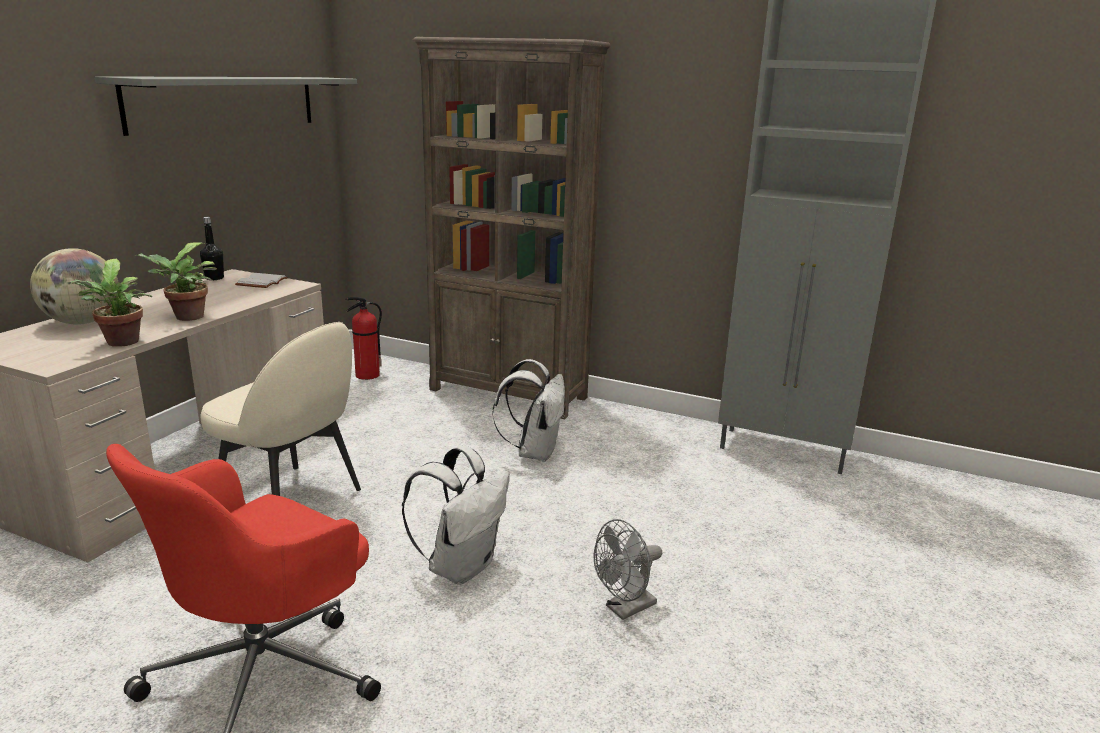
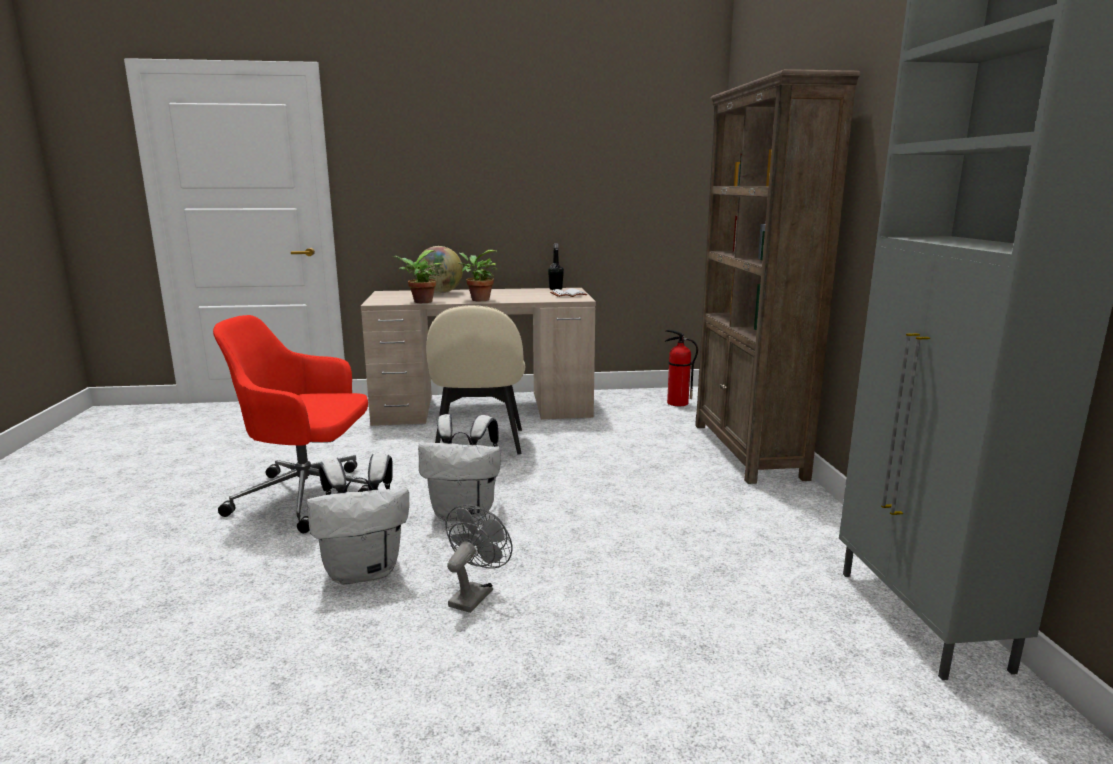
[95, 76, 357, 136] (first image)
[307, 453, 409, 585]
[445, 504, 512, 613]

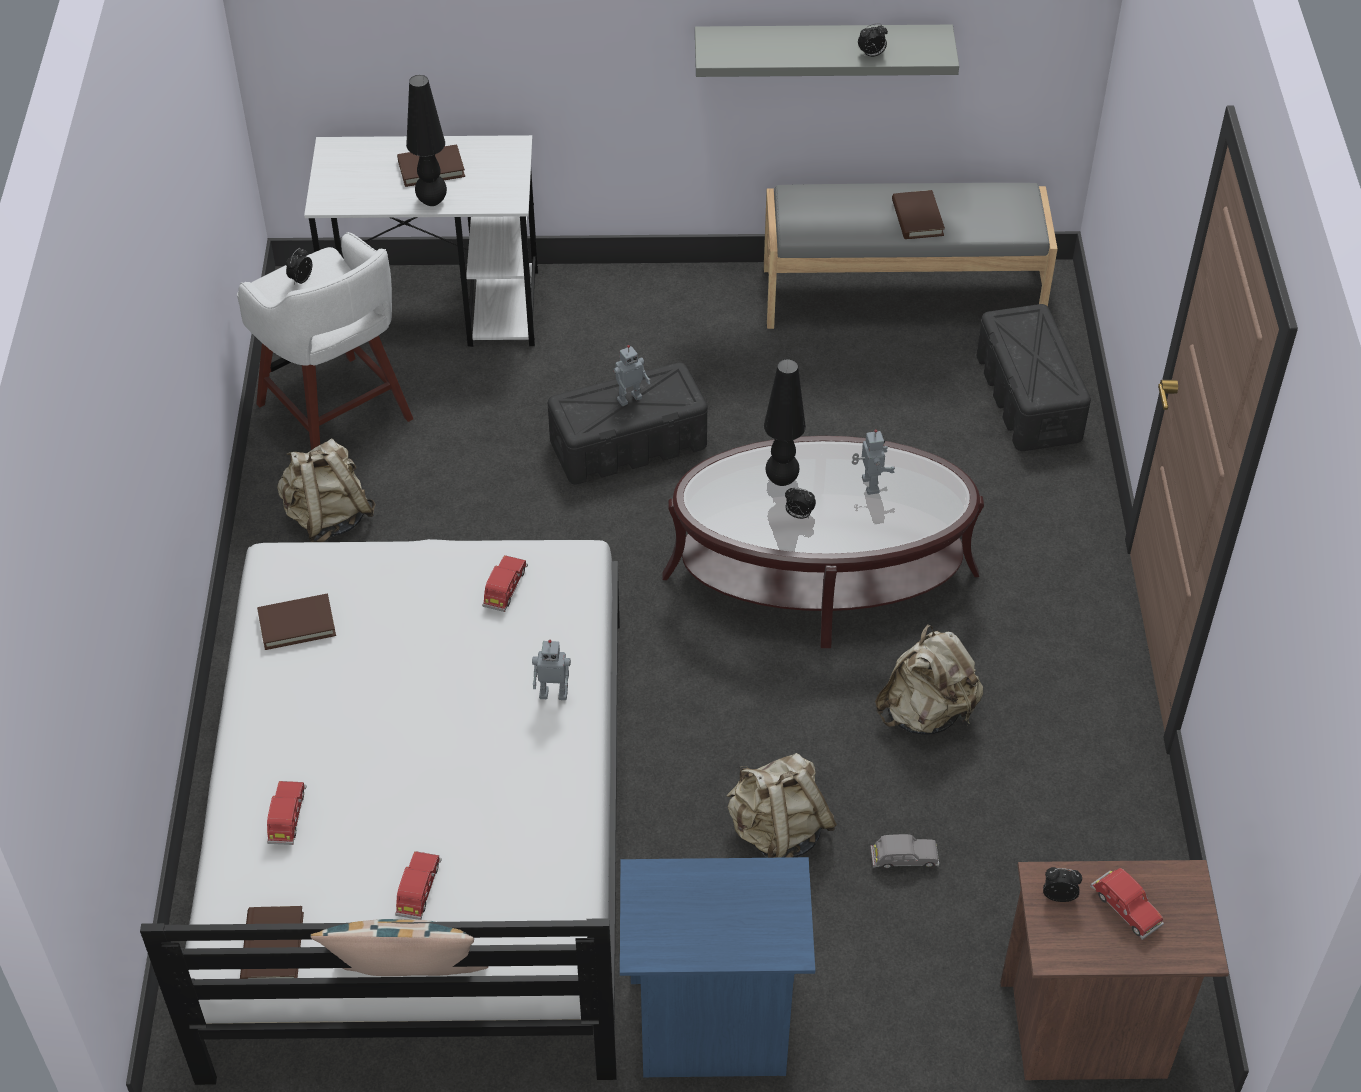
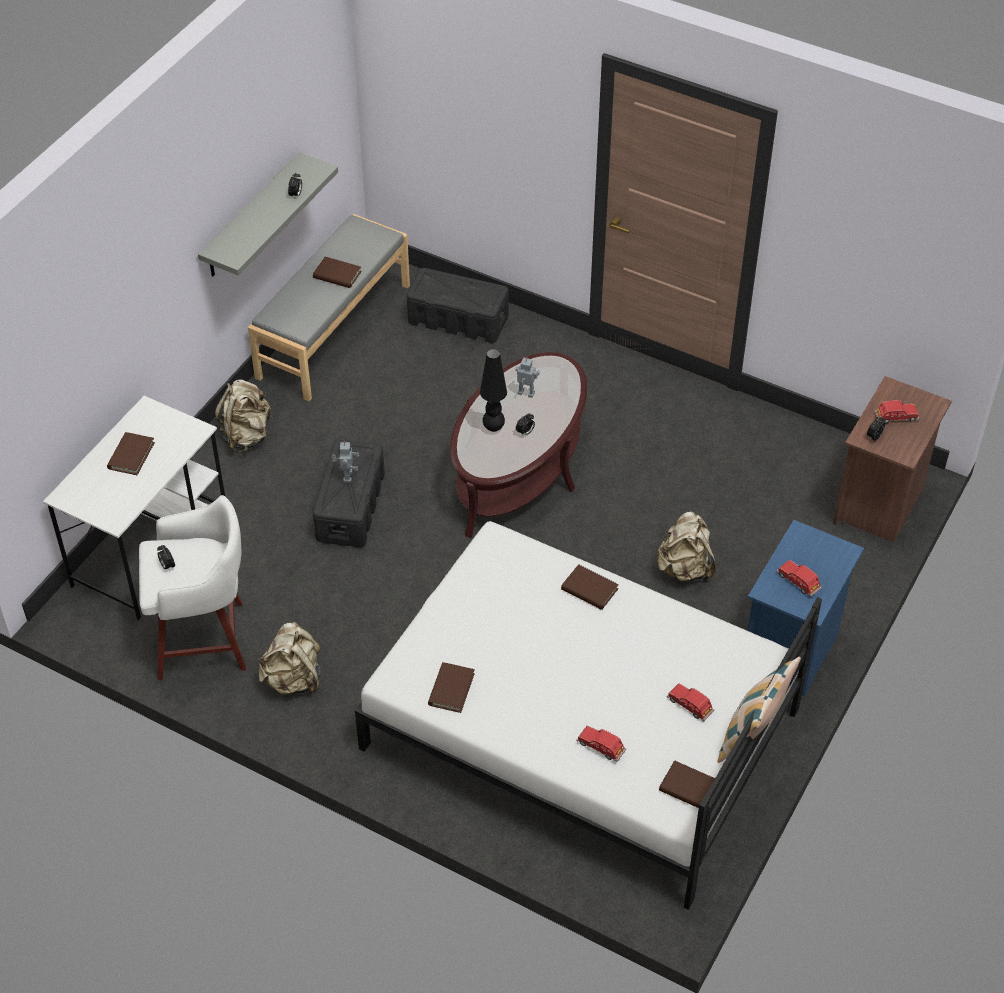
[406, 75, 447, 206] (first image)
[777, 560, 822, 597]
[561, 564, 619, 610]
[870, 834, 939, 869] (first image)
[215, 380, 273, 453]

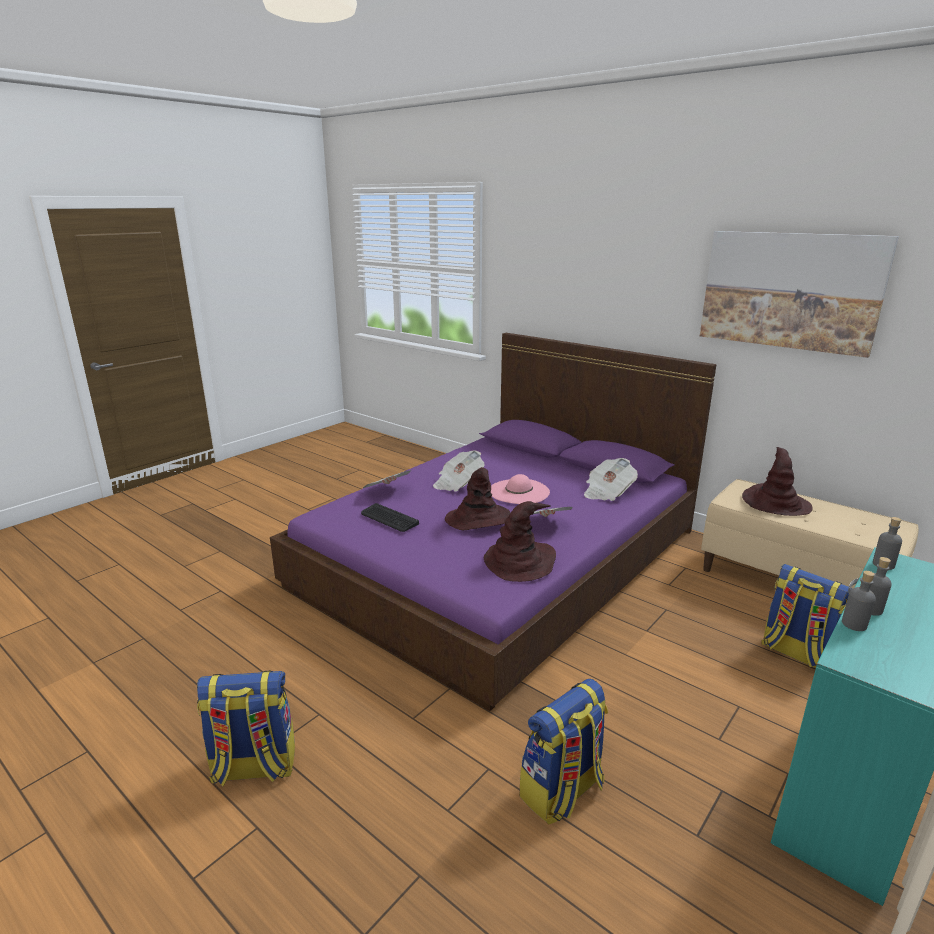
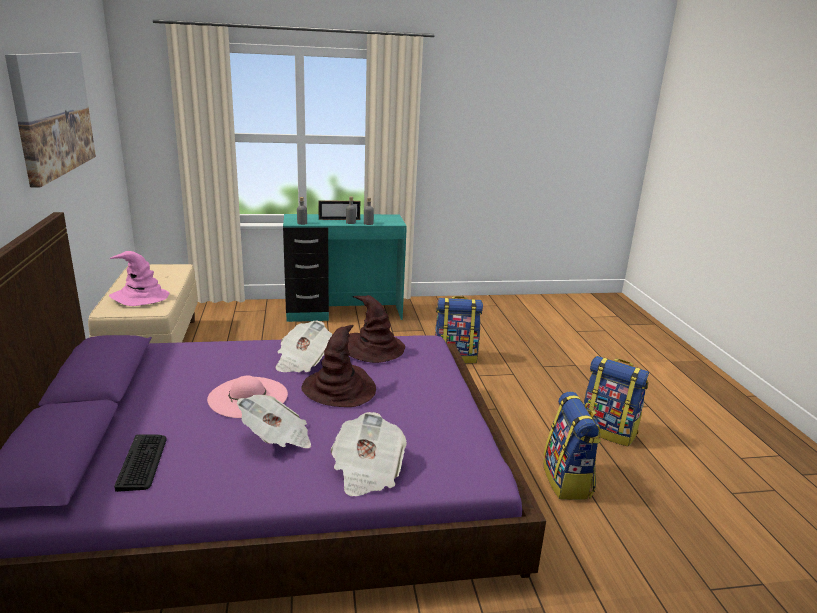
[114, 434, 167, 492]
[584, 458, 638, 501] (first image)
[109, 251, 169, 306]
[543, 392, 601, 500]
[318, 200, 360, 220]

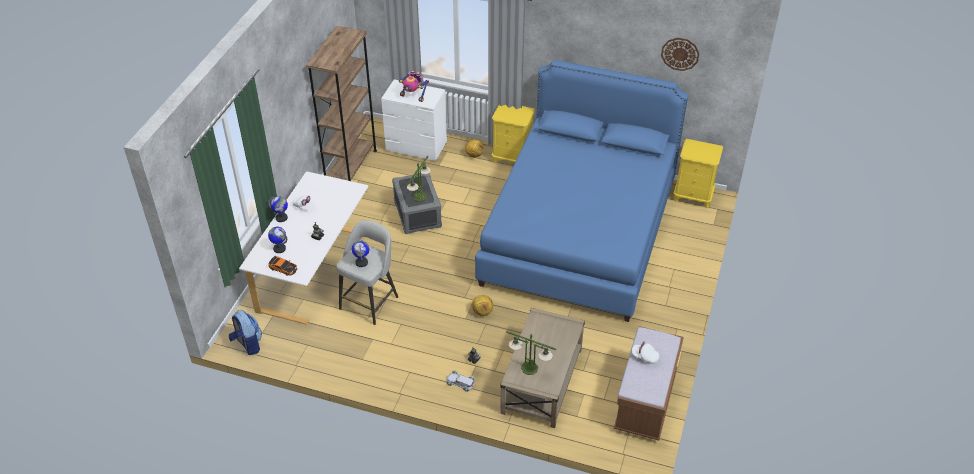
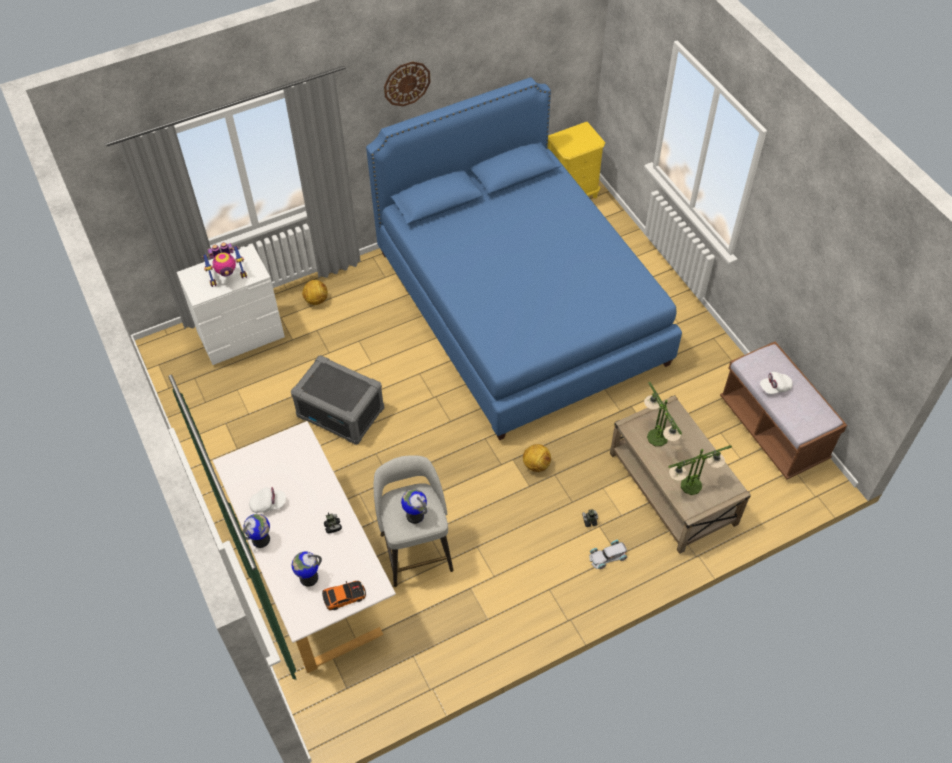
[229, 310, 262, 355] (first image)
[306, 26, 377, 181] (first image)
[644, 382, 682, 446]
[492, 105, 535, 163] (first image)
[384, 62, 431, 106]

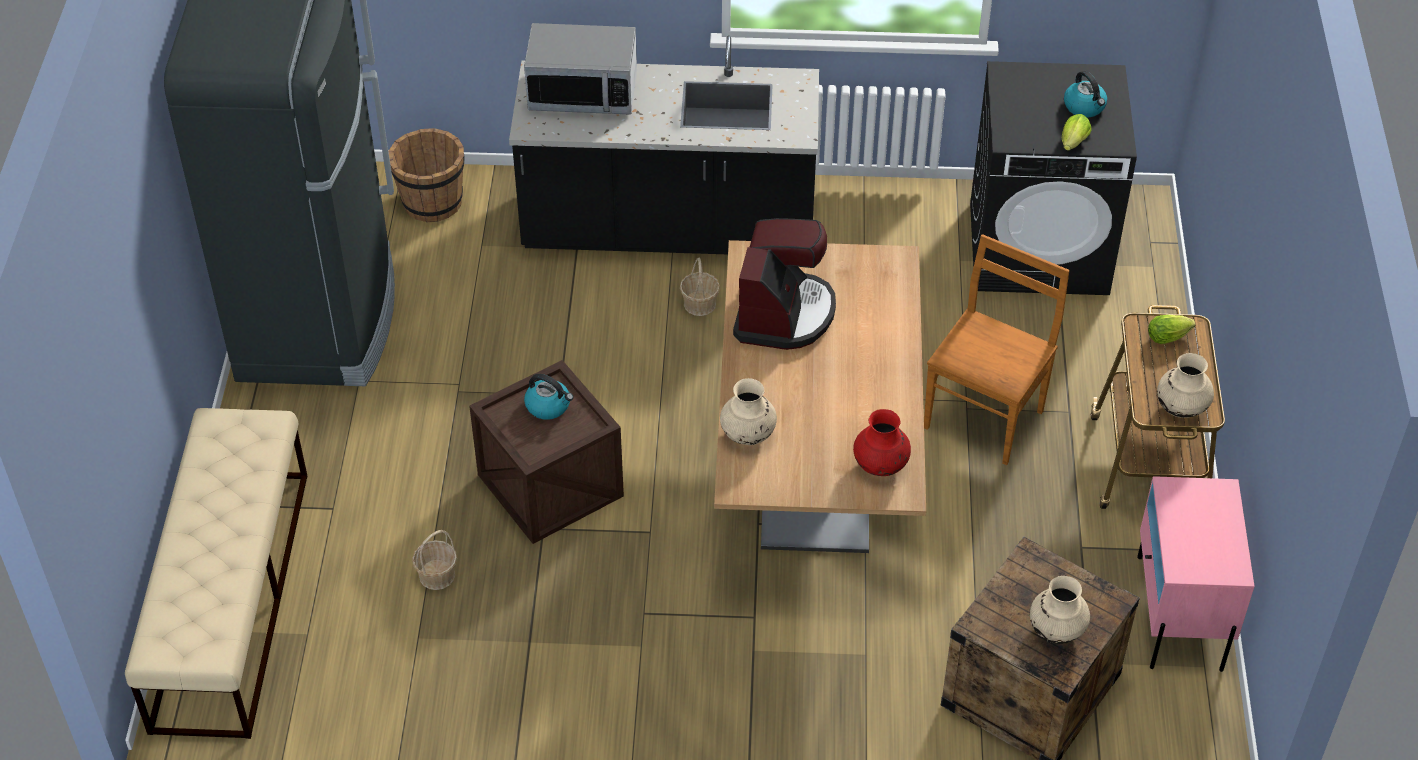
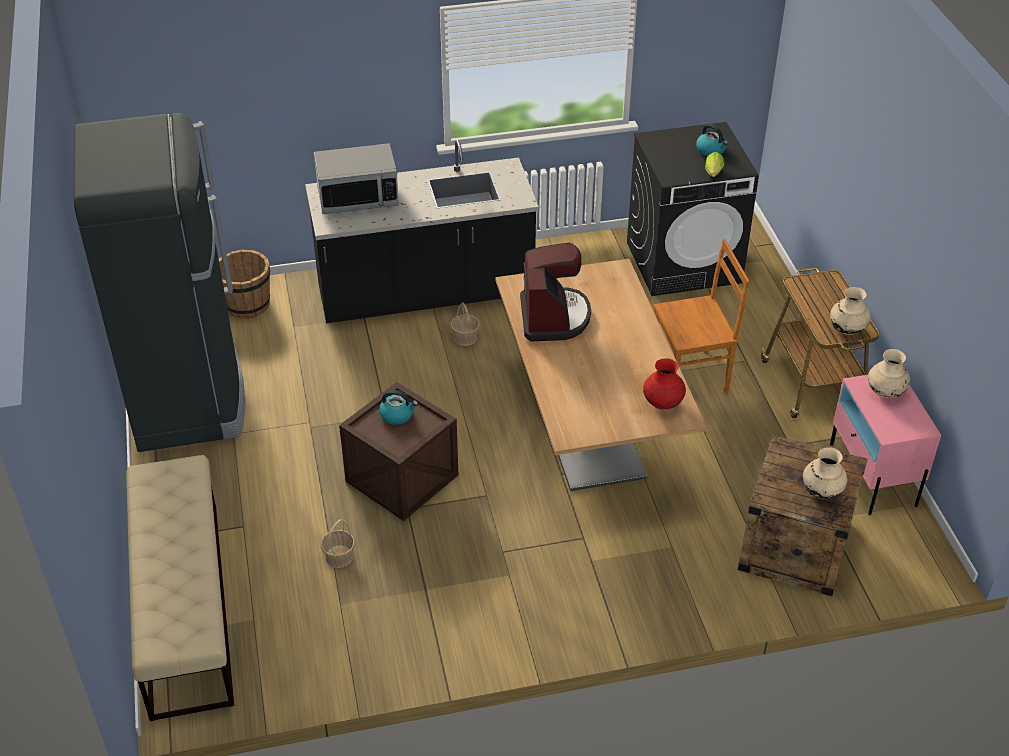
[868, 349, 910, 398]
[654, 239, 750, 393]
[1148, 315, 1195, 344] (first image)

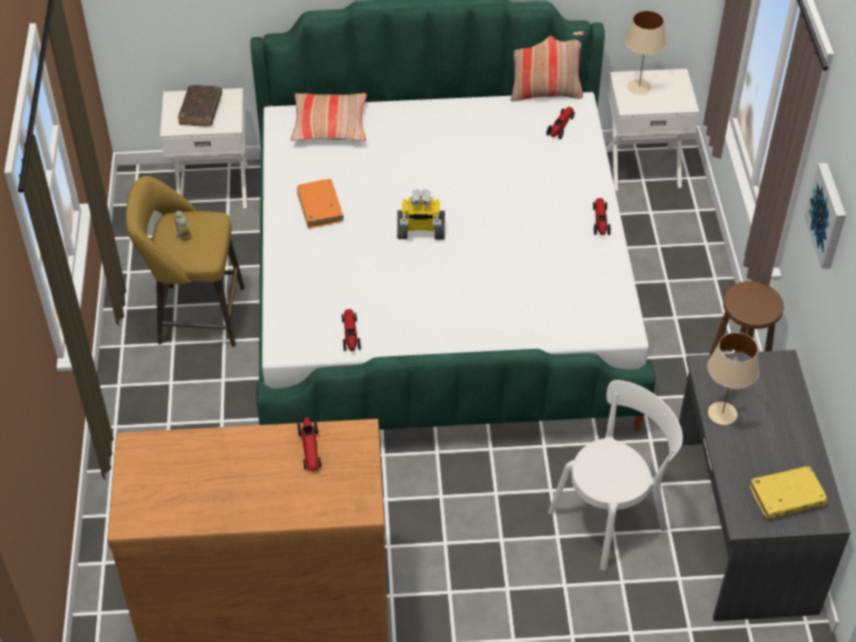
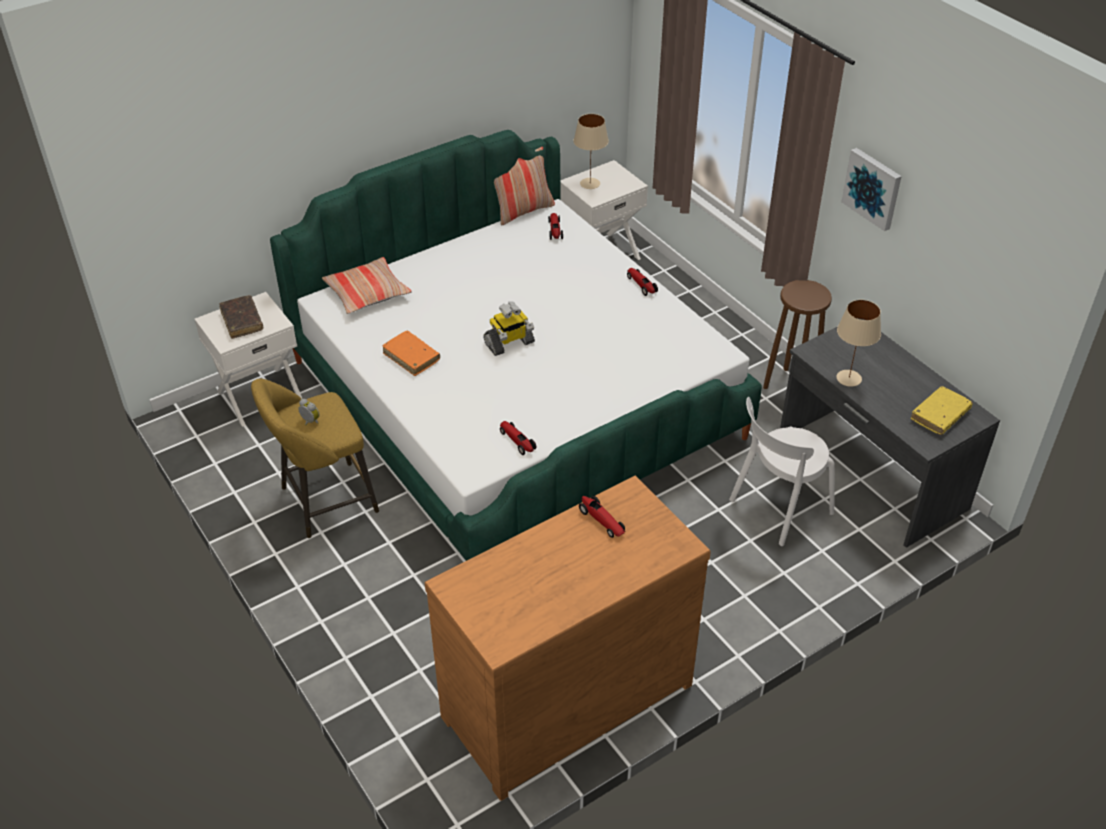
[729, 397, 835, 546]

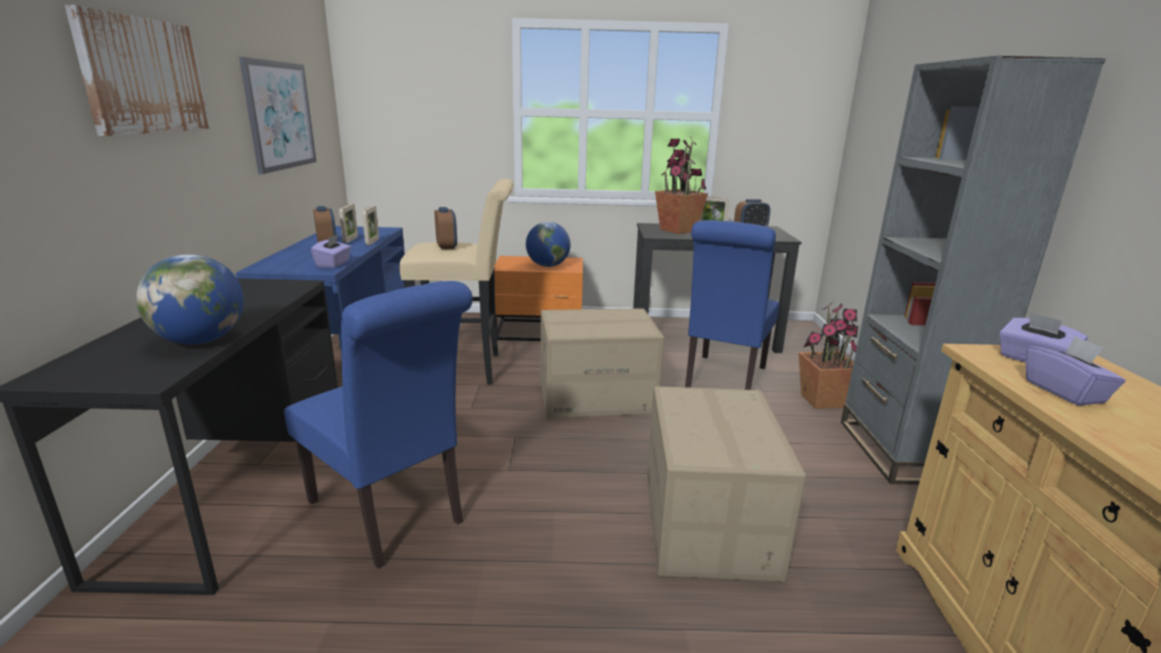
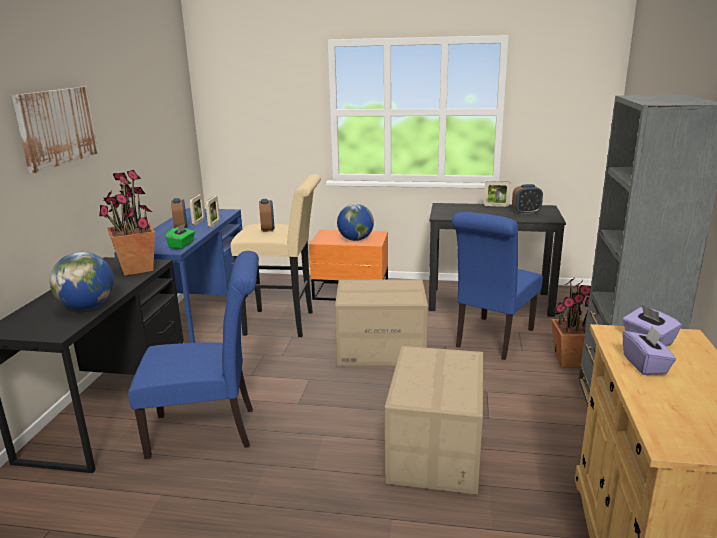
[239, 57, 317, 174] (first image)
[128, 251, 259, 459]
[165, 224, 195, 249]
[99, 170, 155, 276]

